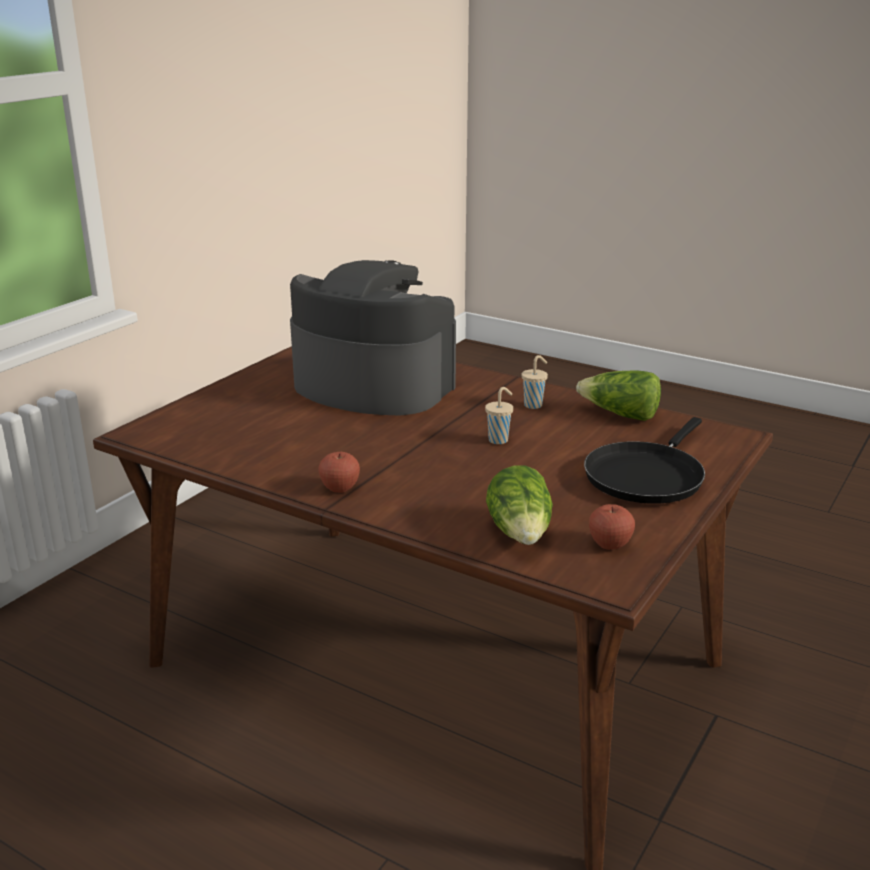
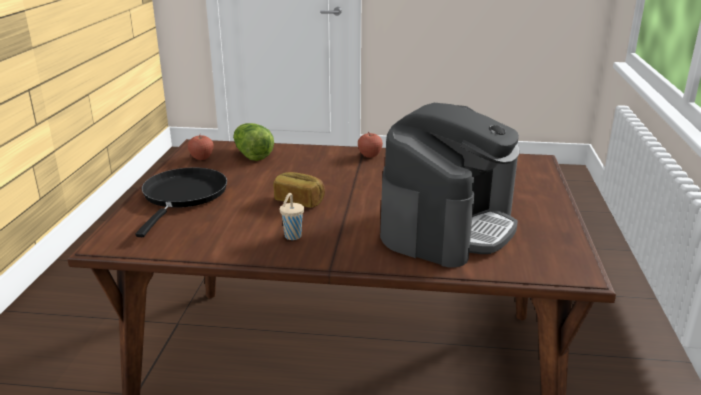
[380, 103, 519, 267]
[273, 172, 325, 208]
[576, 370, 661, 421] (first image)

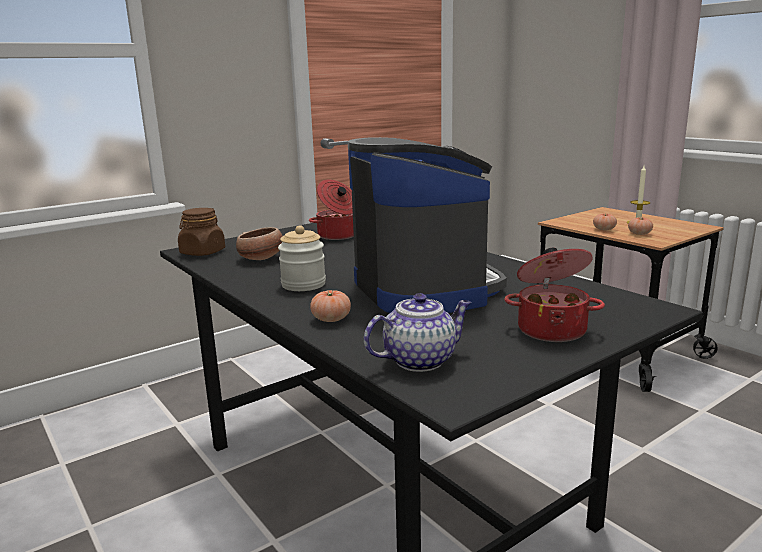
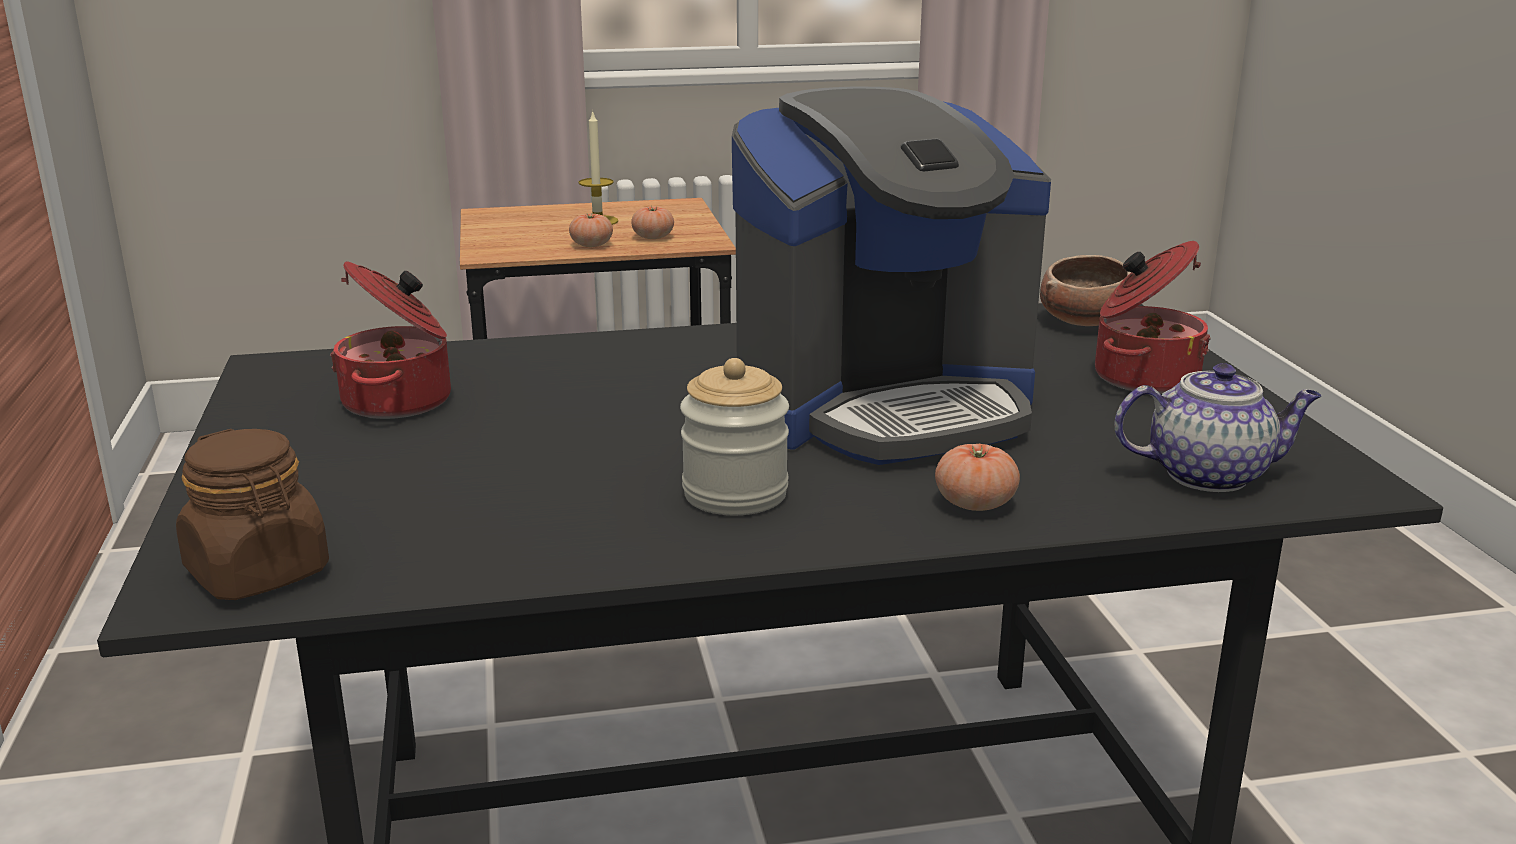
[1040, 255, 1131, 326]
[732, 87, 1051, 465]
[1114, 363, 1322, 492]

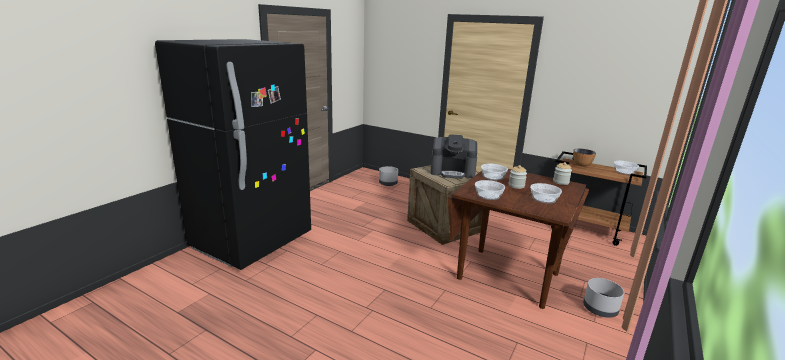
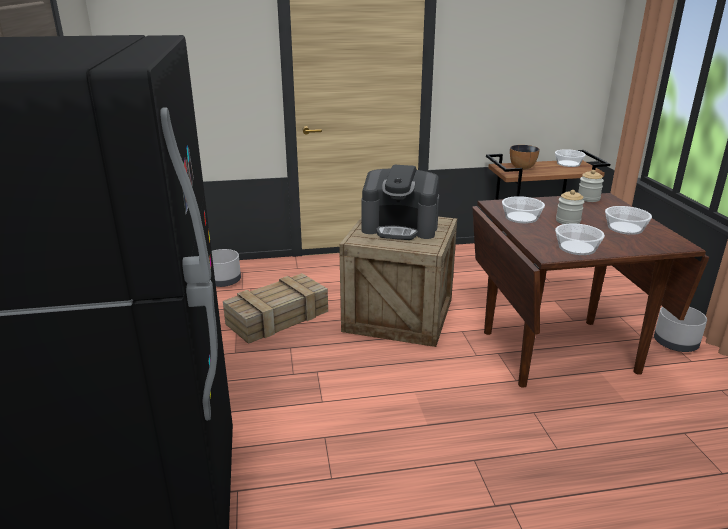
[361, 165, 439, 240]
[223, 273, 328, 344]

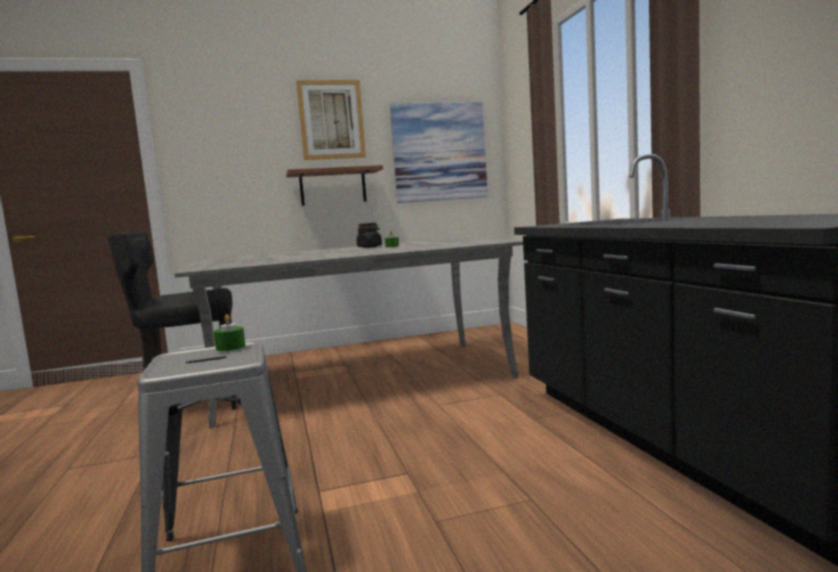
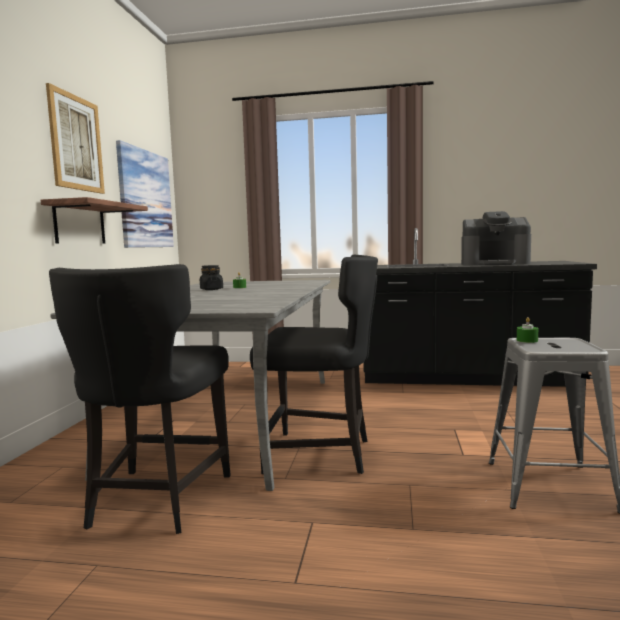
[250, 255, 378, 474]
[461, 211, 531, 265]

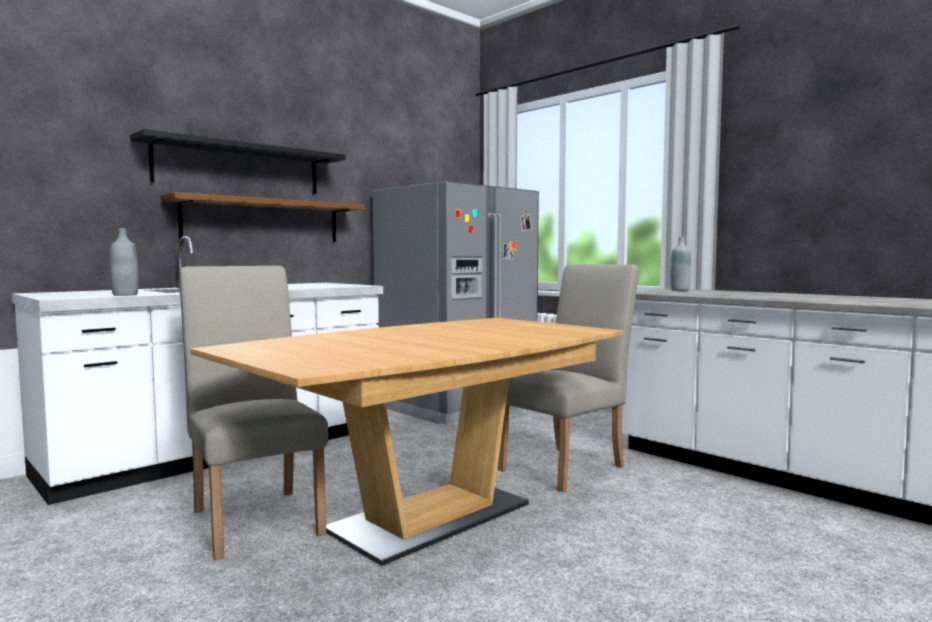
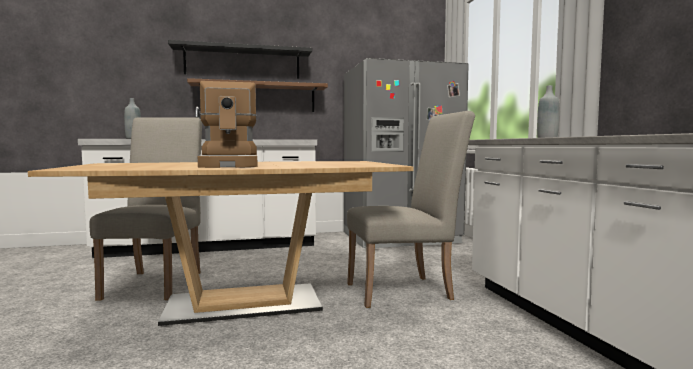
[198, 81, 257, 168]

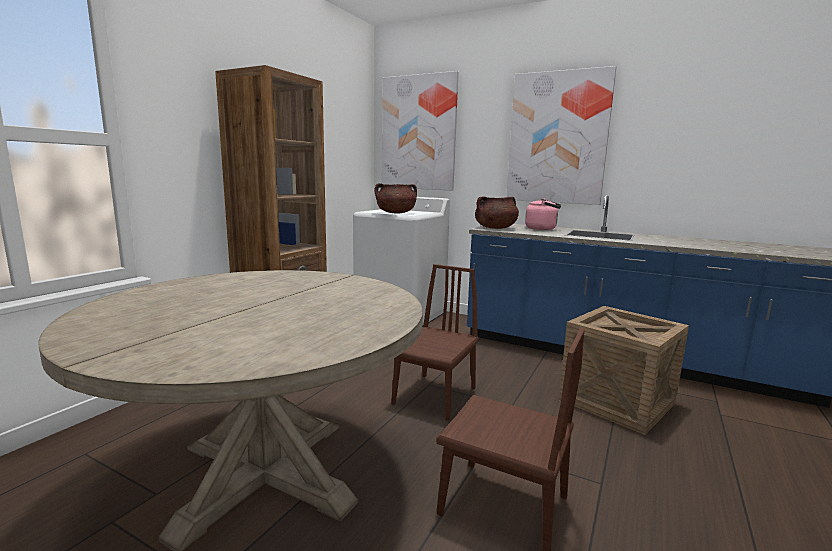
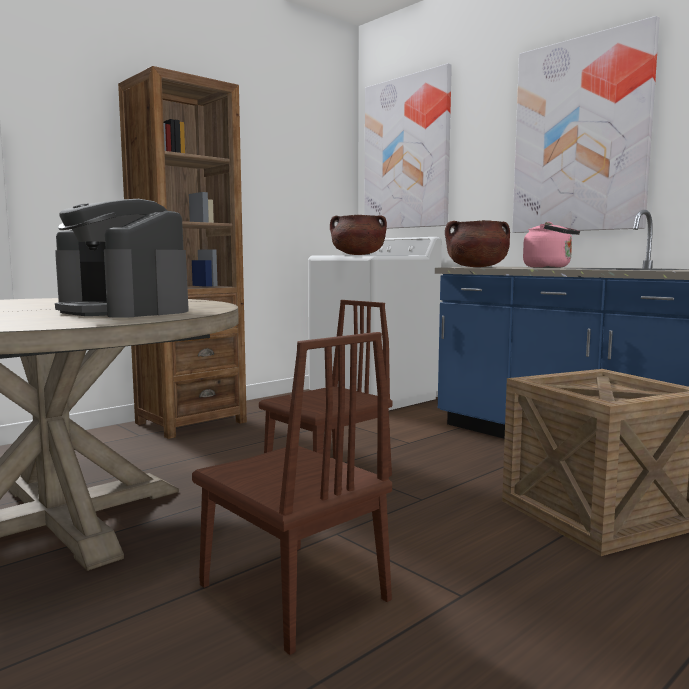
[55, 199, 189, 318]

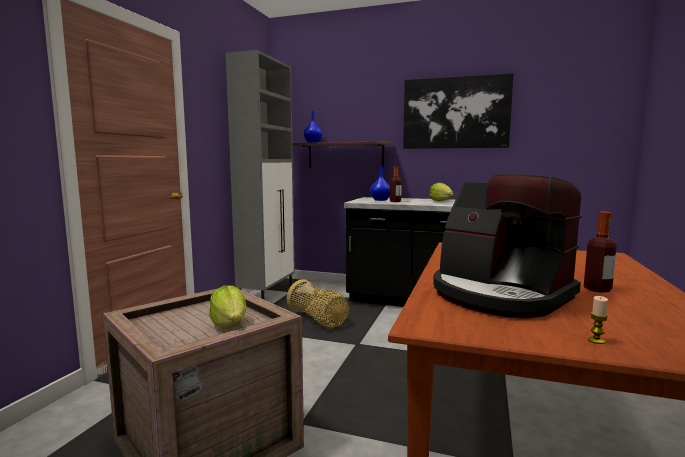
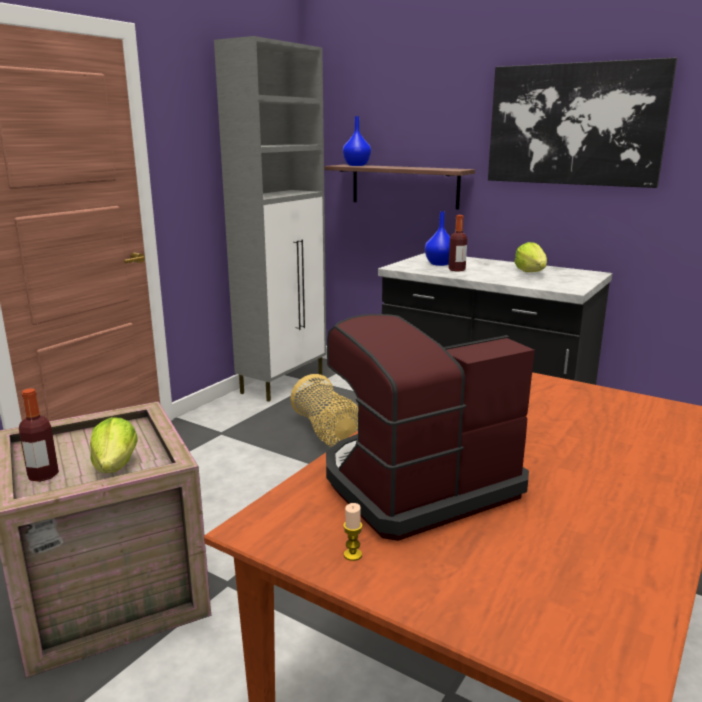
[326, 314, 535, 541]
[19, 388, 59, 482]
[343, 503, 363, 561]

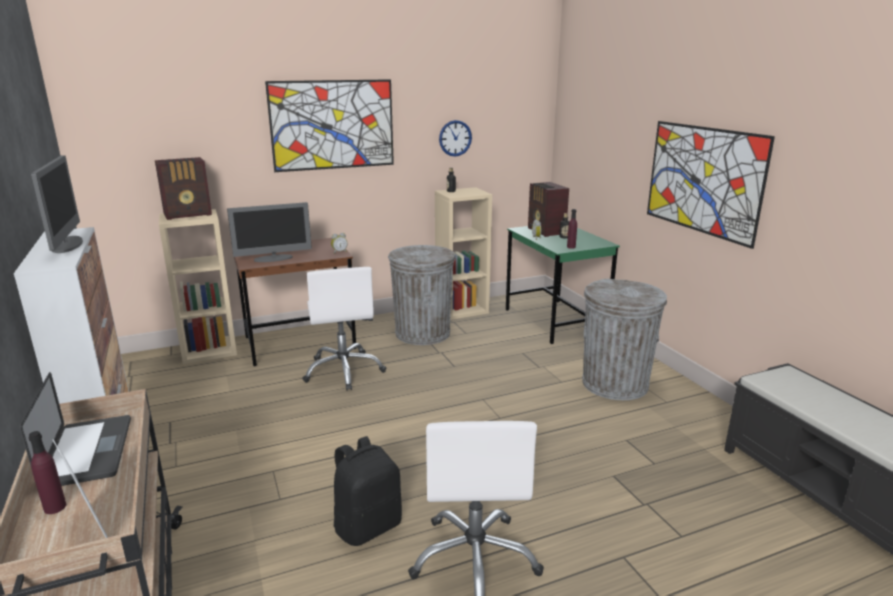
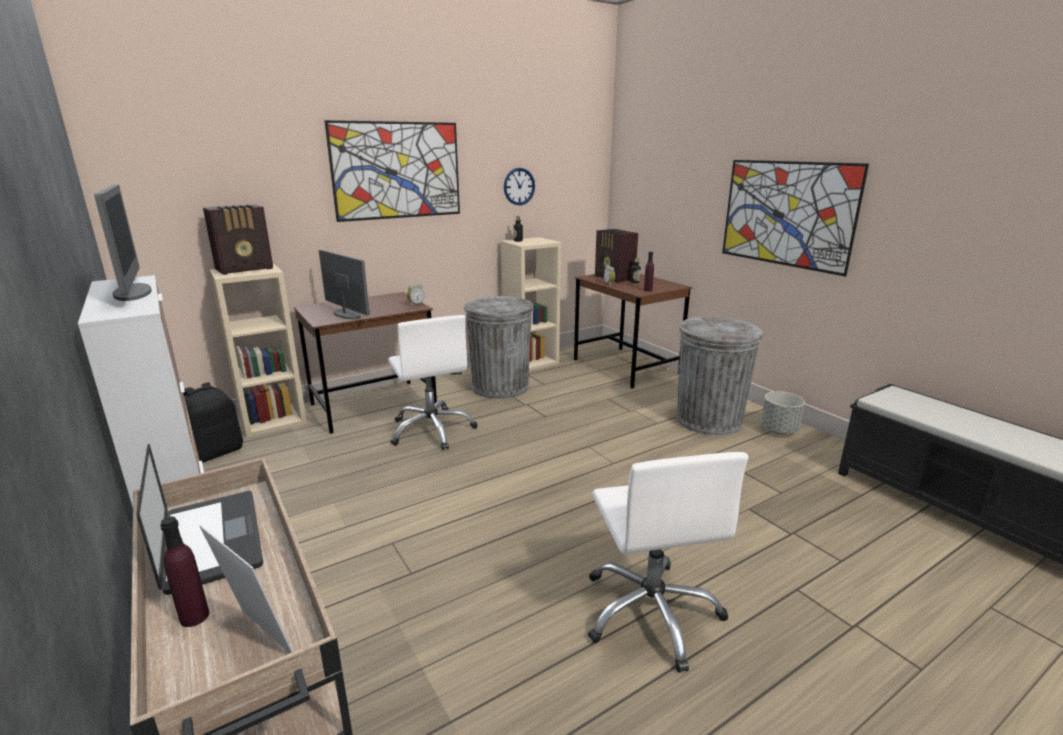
[319, 250, 370, 319]
[183, 382, 243, 463]
[574, 274, 692, 389]
[761, 391, 805, 434]

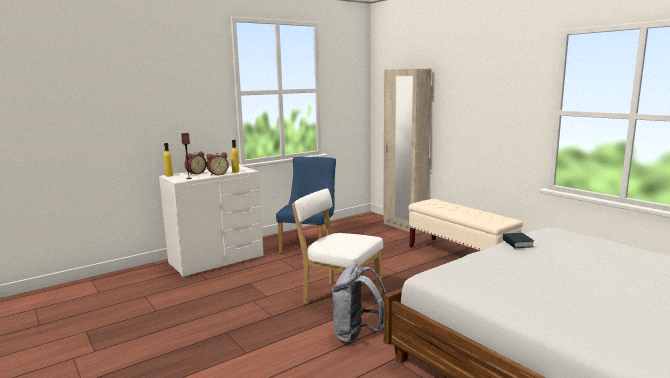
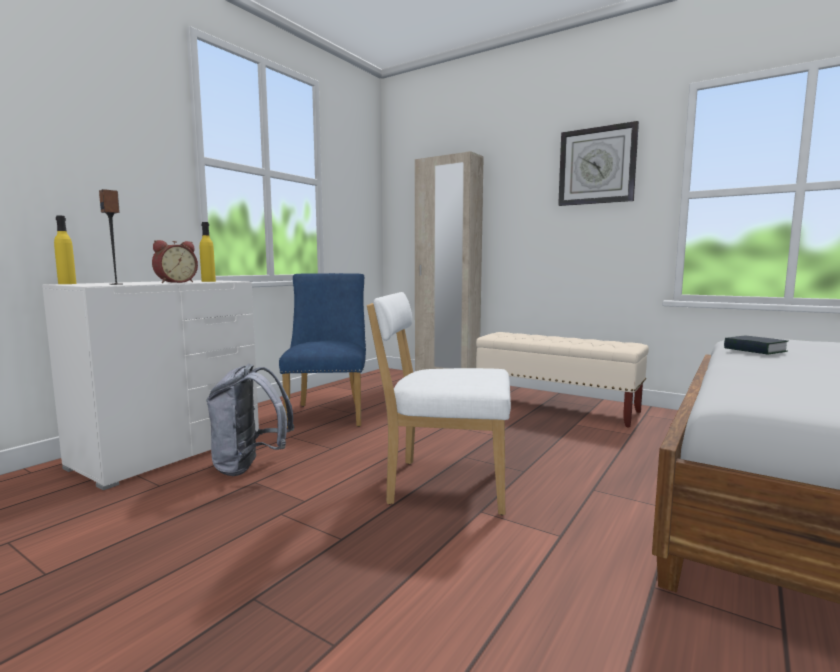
[185, 151, 207, 175] (first image)
[206, 364, 295, 476]
[558, 121, 639, 206]

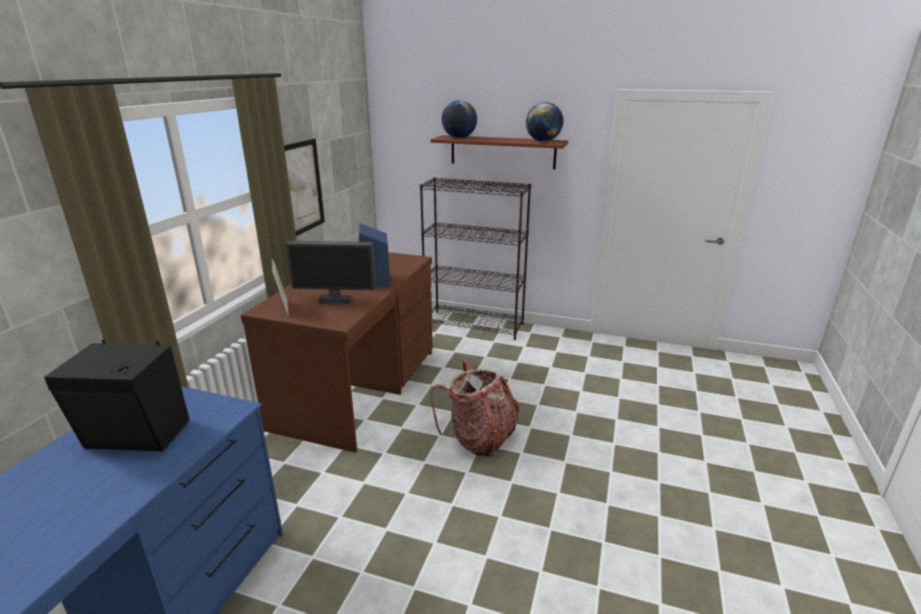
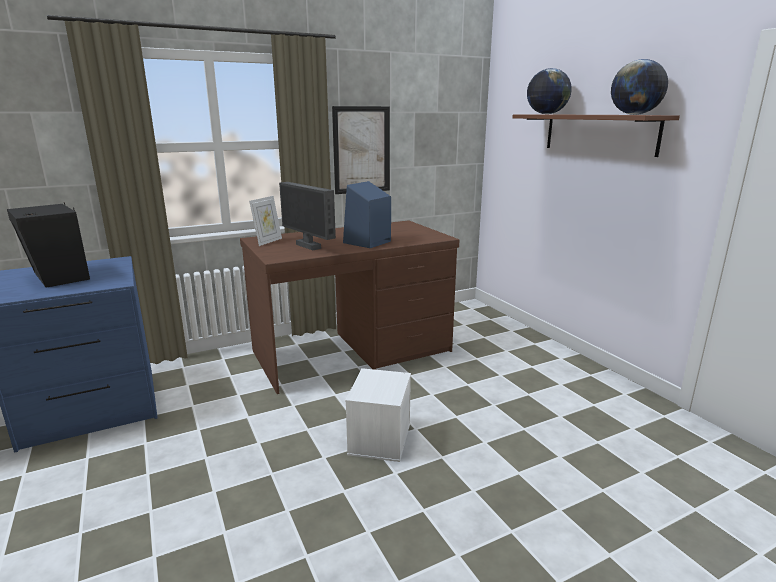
[420, 177, 531, 340] (first image)
[345, 368, 411, 462]

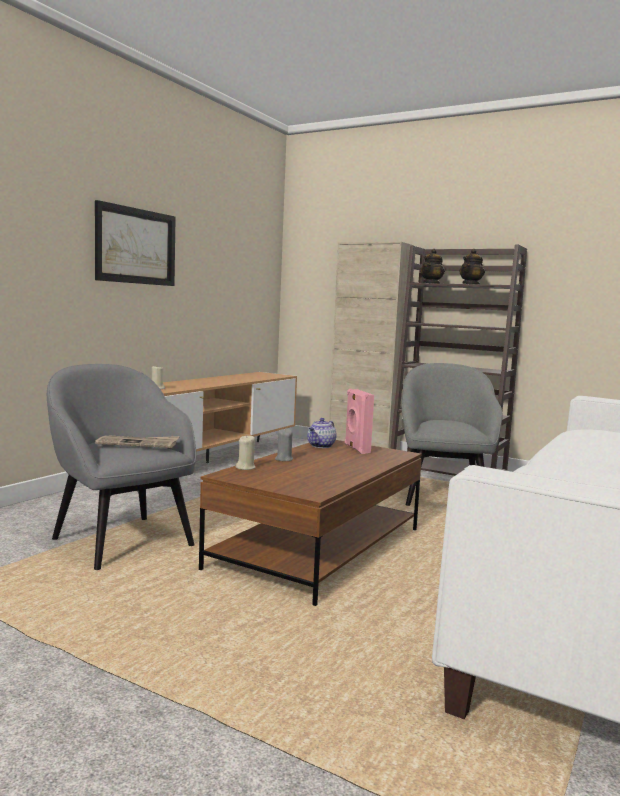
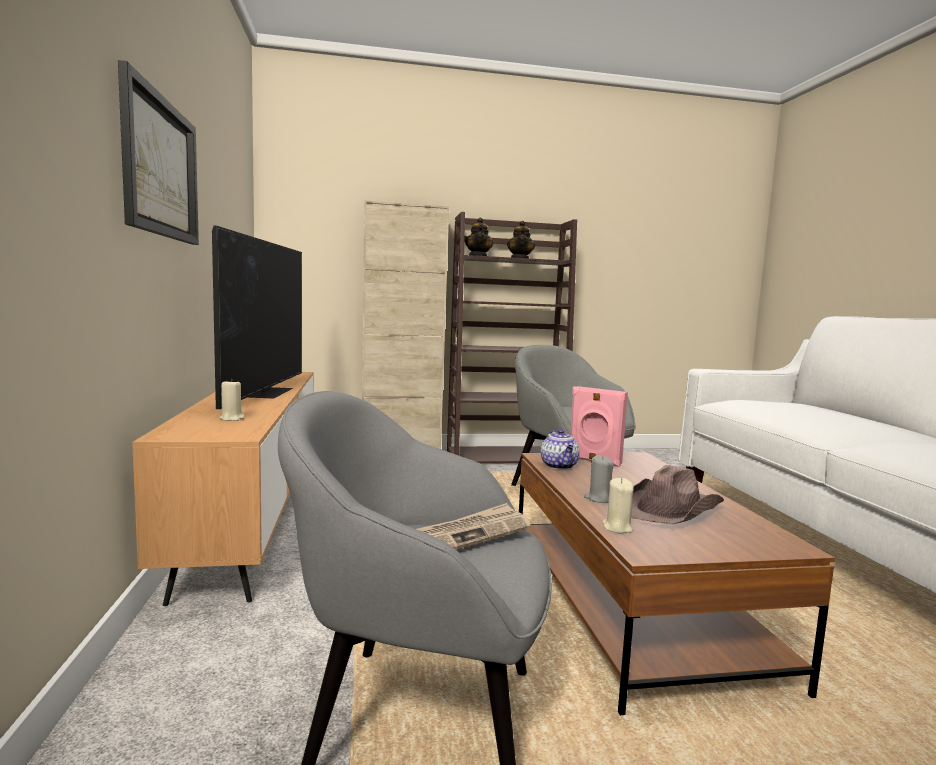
[212, 225, 302, 409]
[631, 465, 724, 524]

